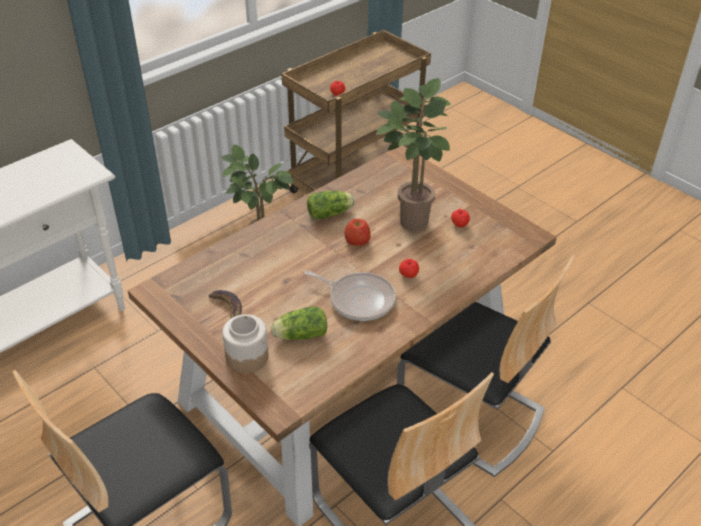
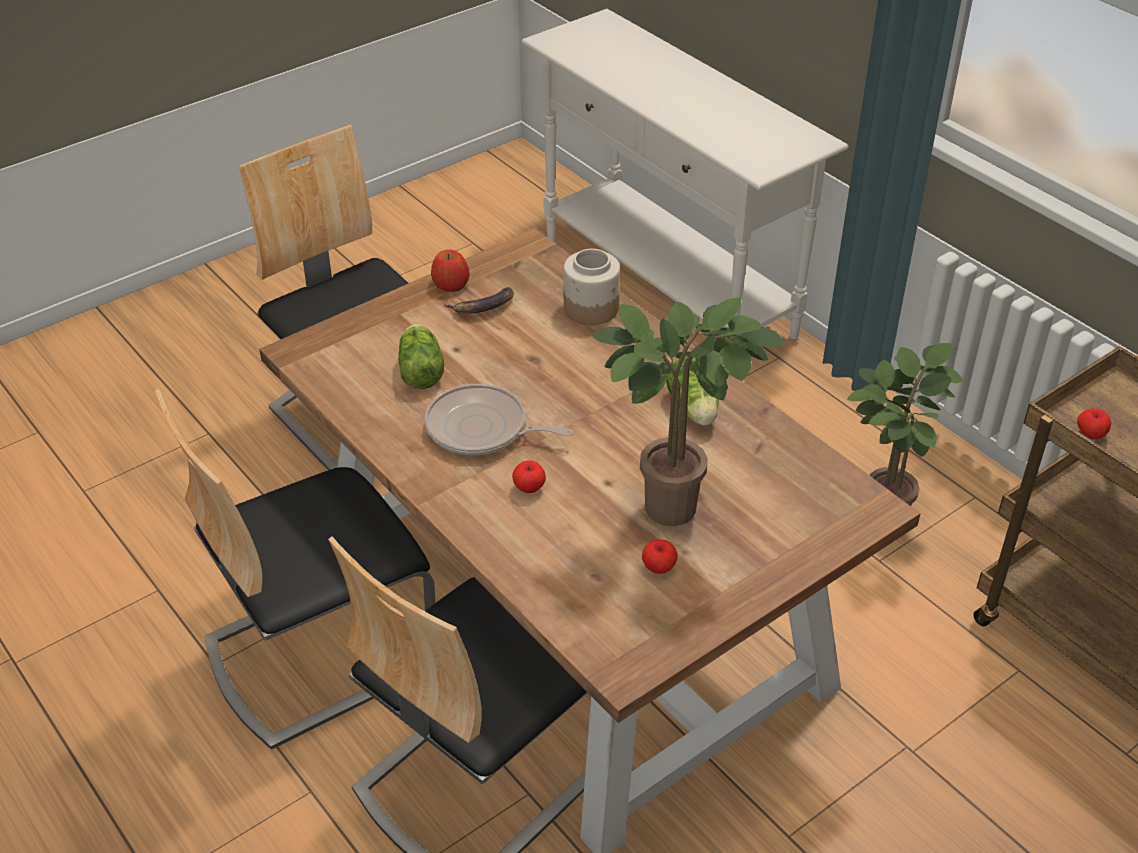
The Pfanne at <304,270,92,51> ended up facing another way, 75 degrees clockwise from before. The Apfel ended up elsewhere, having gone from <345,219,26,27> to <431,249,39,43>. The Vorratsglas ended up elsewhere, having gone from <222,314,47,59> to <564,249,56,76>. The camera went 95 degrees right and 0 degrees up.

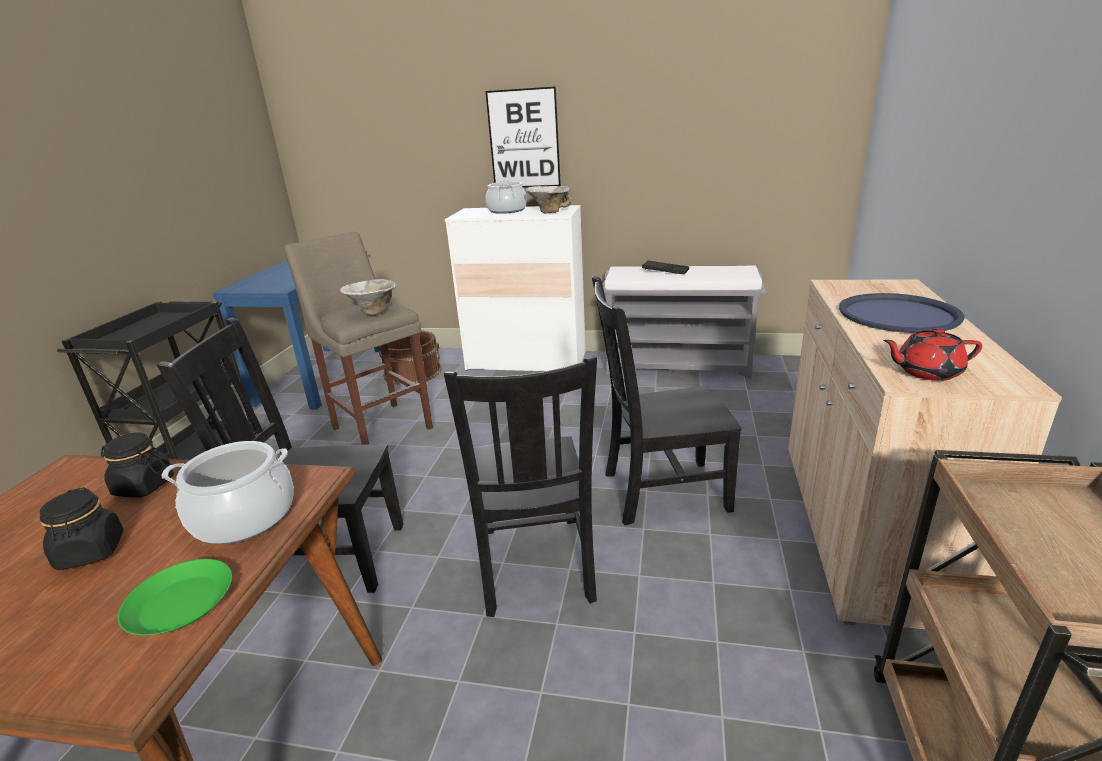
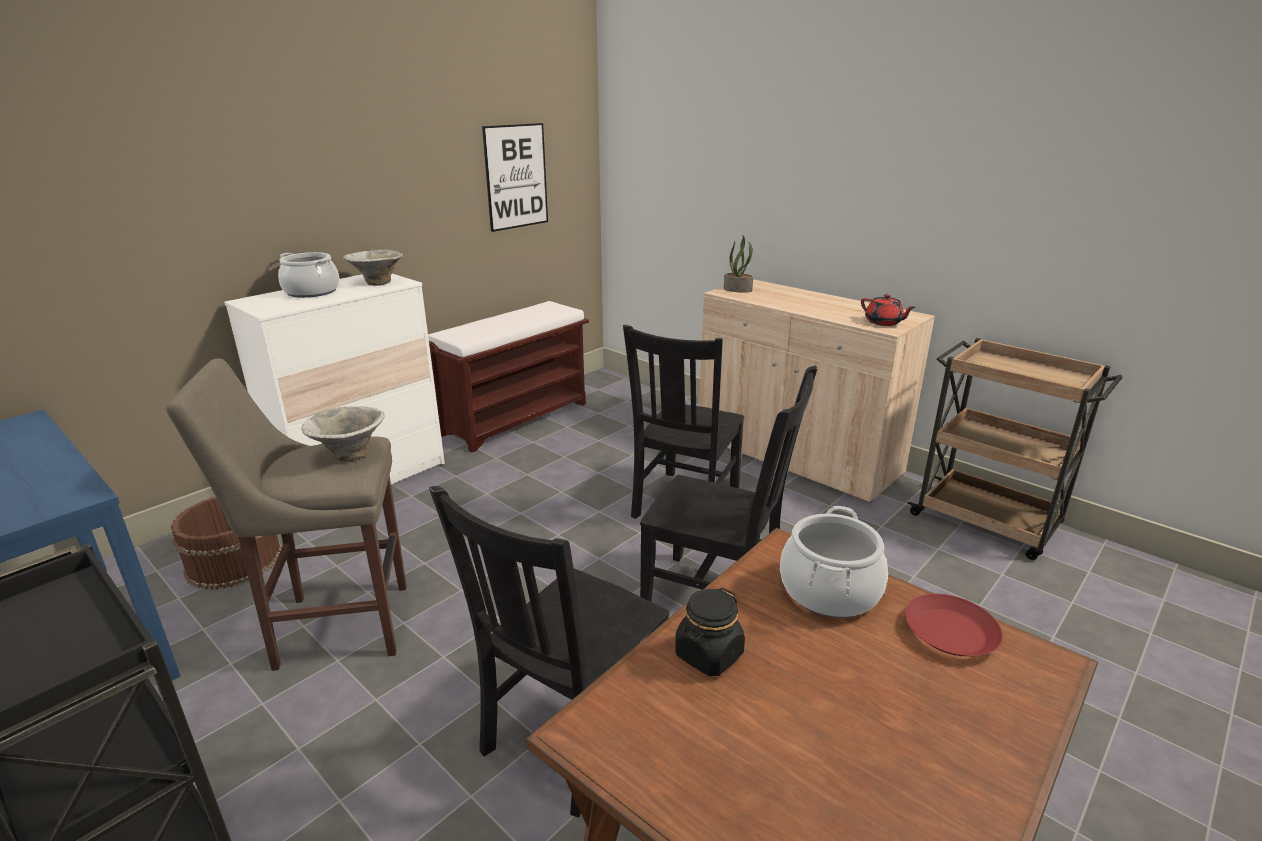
What was the Bank (grau) at <603,265,163,113> turned into the Bank (braun) at <428,301,161,151>. The Bild ended up elsewhere, having gone from <486,86,75,102> to <482,123,66,109>. The second view gained the Topfpflanze at <724,235,29,58>. The Teekanne (rot) at <883,328,100,53> ended up facing another way, 75 degrees counterclockwise from before. What was the Teller (grün) at <117,559,115,76> turned into the Teller (rot) at <905,594,98,62>. The second view lost the Vorratsglas (schwarz) at <40,487,83,83>. The second view lost the Tablett (schwarz) at <642,260,47,14>. The second view lost the Tablett (blau) at <839,293,126,40>. The camera went 60 degrees left and 0 degrees up.

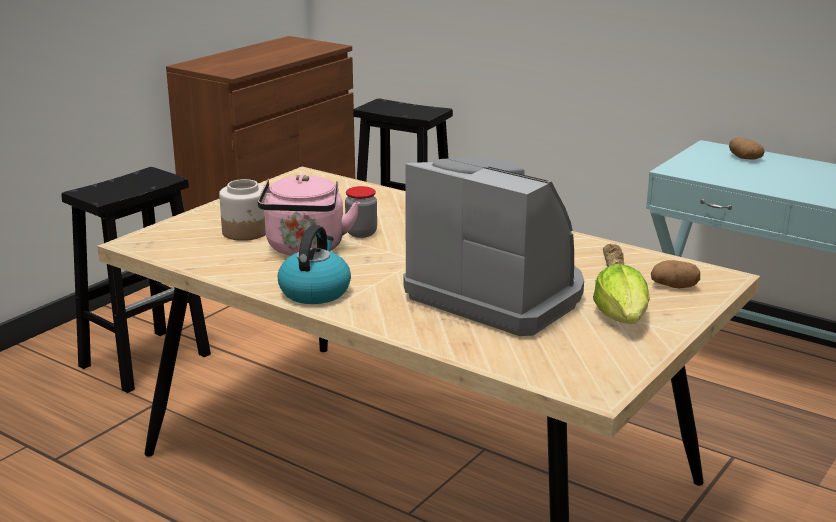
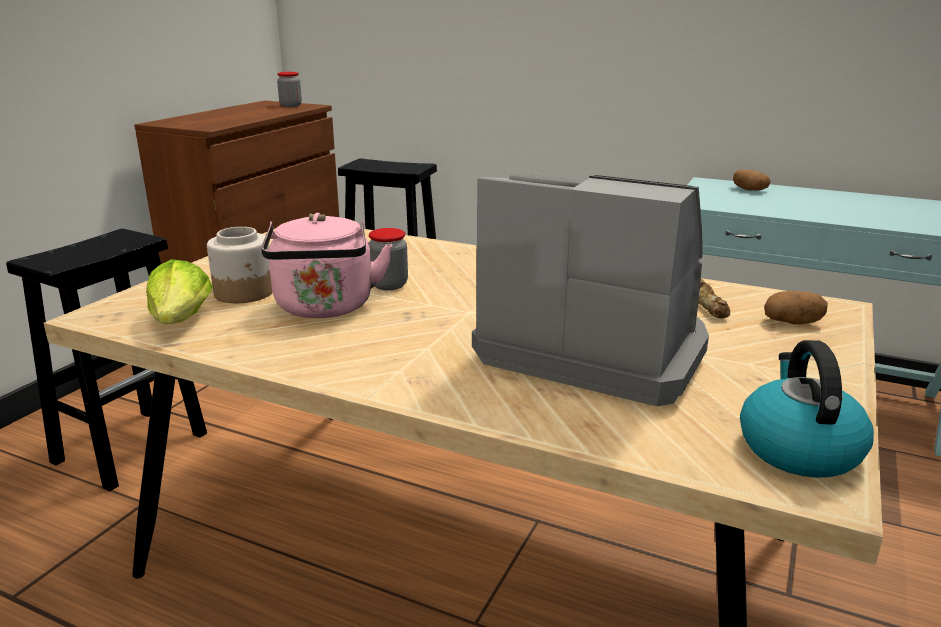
The Salatkopf ended up elsewhere, having gone from <593,264,57,60> to <146,259,67,65>. The second view gained the Vorratsglas at <277,72,25,35>. The Wasserkessel ended up elsewhere, having gone from <278,225,73,79> to <740,340,134,138>. The camera went 10 degrees left and 0 degrees up.

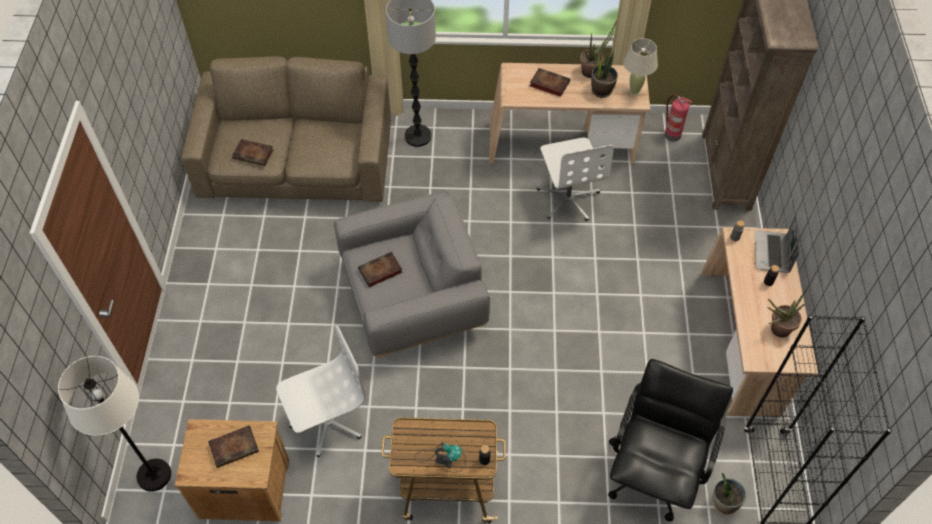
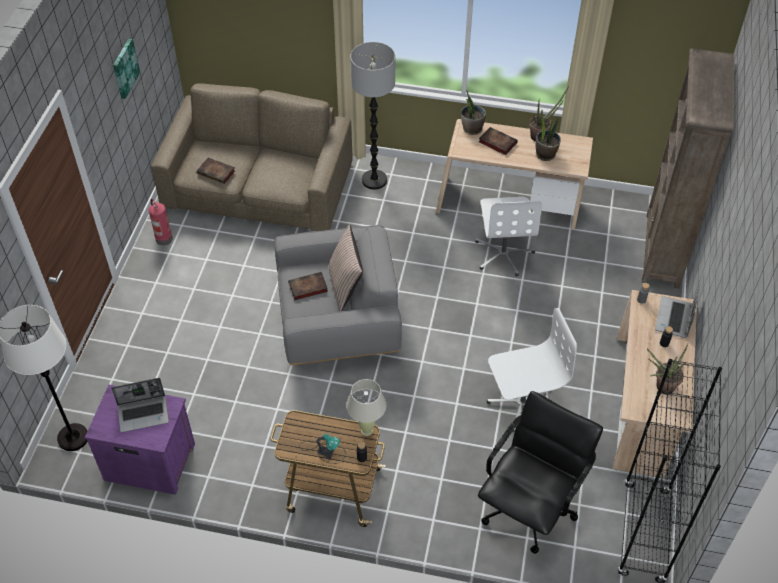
What was the Nachttisch (braun) at <175,419,114,102> turned into the Nachttisch (lila) at <85,385,110,110>. Where the Buch stood at <208,425,51,43>, the Laptop came to stand at <111,378,58,55>. The second view gained the Bild at <113,39,27,60>. The Feuerlöscher ended up elsewhere, having gone from <664,95,28,47> to <149,199,24,46>. The second view gained the Kissen at <329,224,34,88>. The Tischlampe (beige) ended up elsewhere, having gone from <623,38,35,58> to <346,379,40,57>. The Topfpflanze ended up elsewhere, having gone from <713,473,33,42> to <461,90,25,45>. The Bürostuhl (weiß) ended up elsewhere, having gone from <276,326,90,131> to <487,308,90,124>. The camera went 10 degrees right and 5 degrees down.

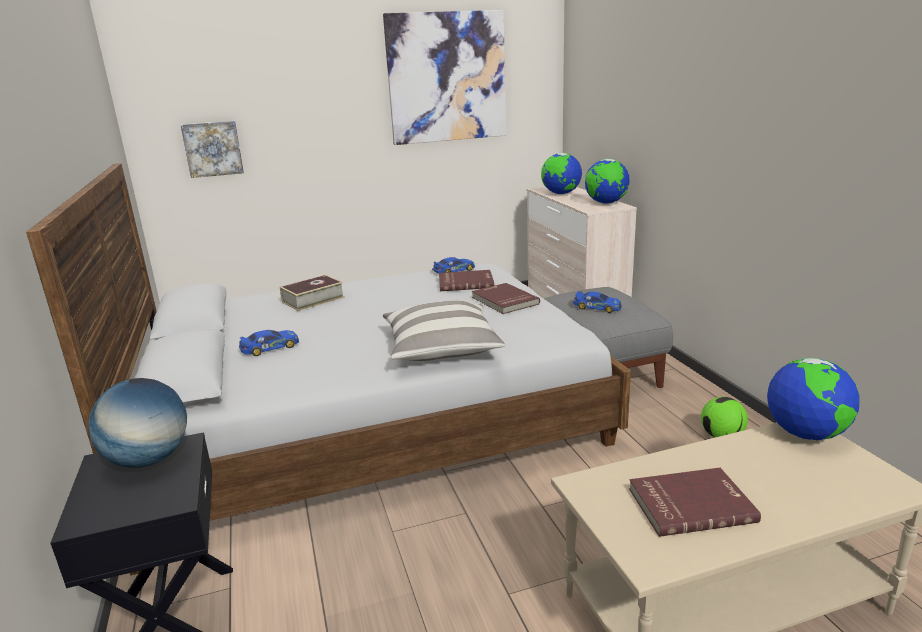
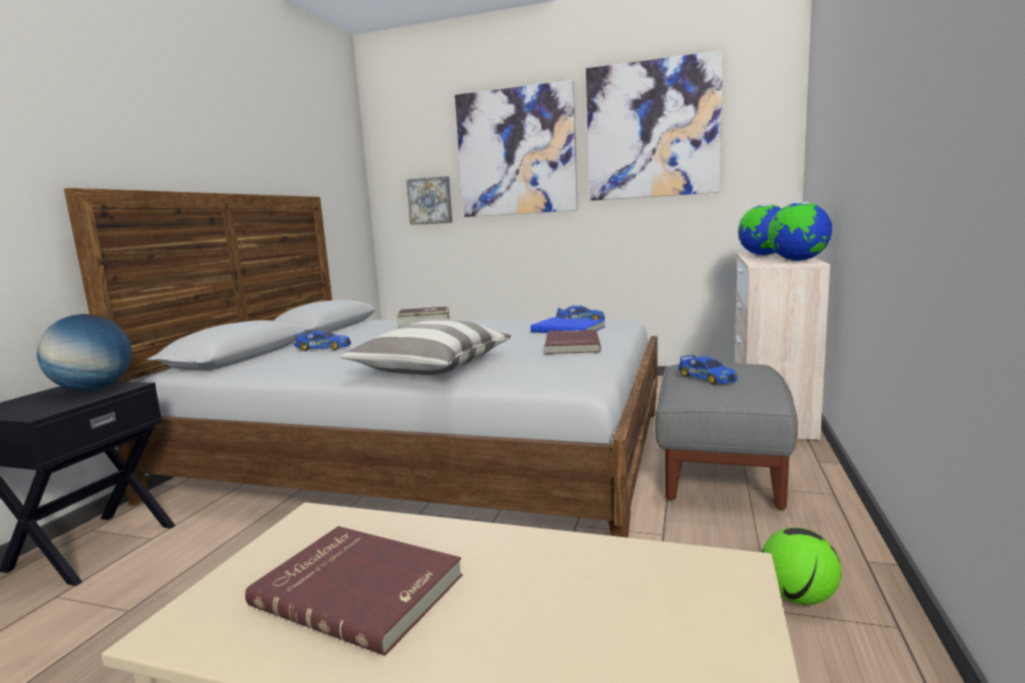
The second view gained the Bild at <455,80,123,137>. What was the Buch (rot) at <439,270,55,21> turned into the Buch (blau) at <531,317,74,16>. The second view lost the Globus at <767,358,93,83>. The camera went 35 degrees right and 10 degrees down.

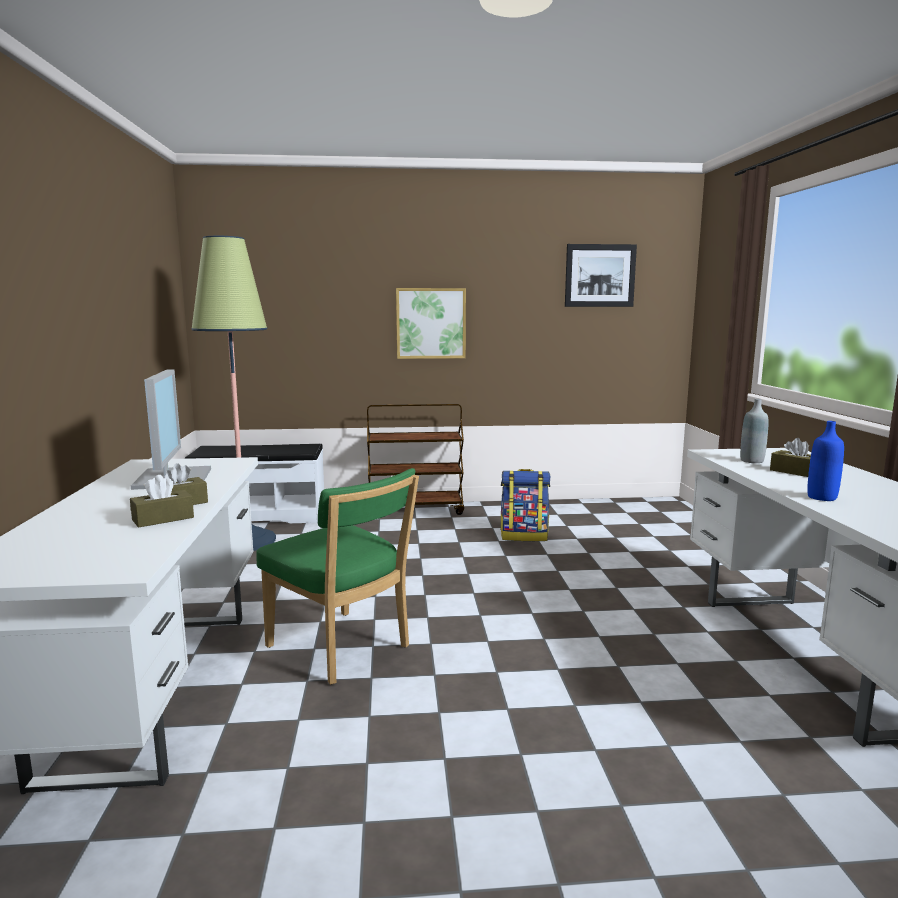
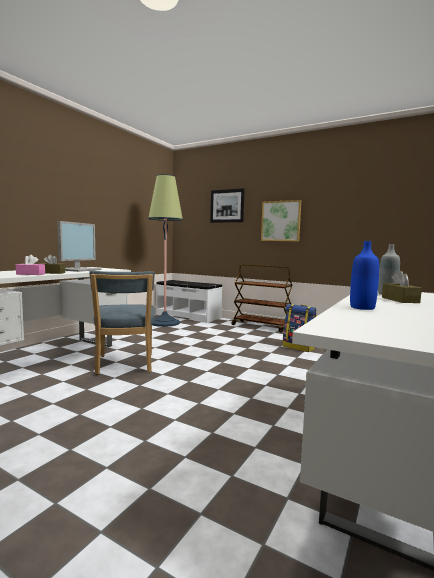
What was the Taschentuchbox (braun) at <130,475,64,53> turned into the Taschentuchbox (rosa) at <16,255,29,20>. What was the Stuhl (grün) at <256,468,163,217> turned into the Stuhl (blau) at <89,271,66,104>. The Bild ended up elsewhere, having gone from <565,244,72,63> to <210,188,35,35>. The camera went 35 degrees right and 5 degrees down.

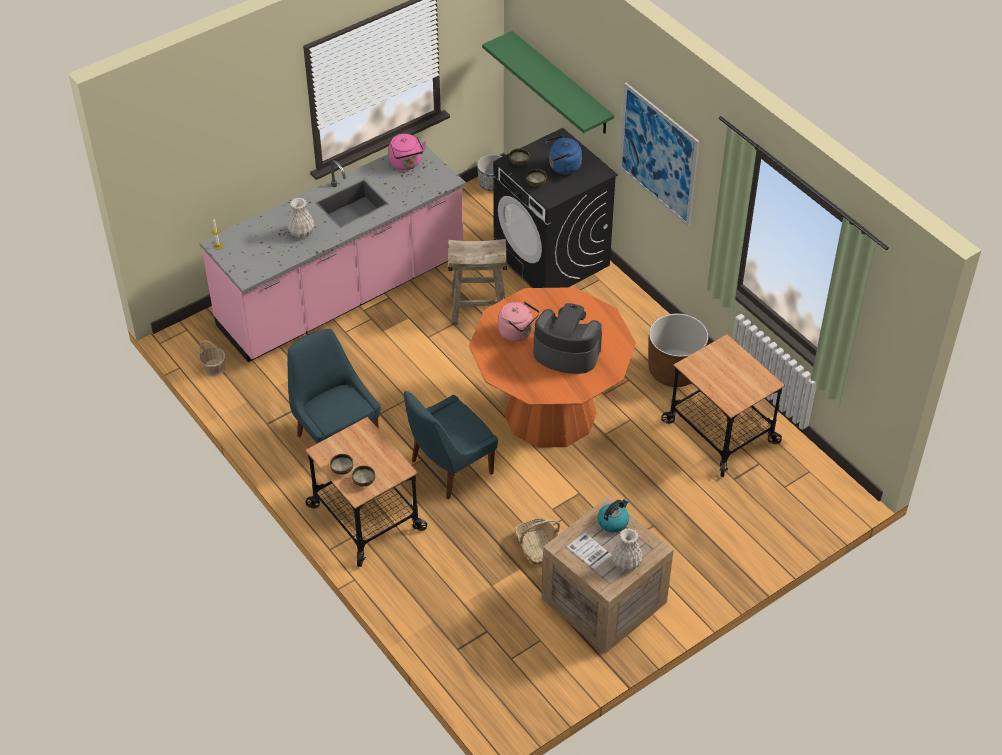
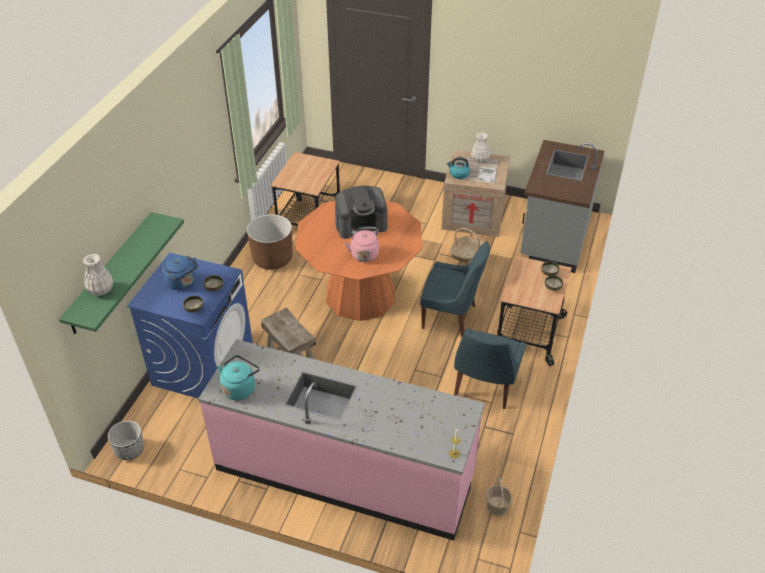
The Vase (weiß) ended up elsewhere, having gone from <287,198,27,40> to <83,254,30,42>. What was the Waschmaschine (schwarz) at <493,128,125,160> turned into the Waschmaschine (blau) at <127,253,126,145>. What was the Wasserkessel (rosa) at <389,134,37,36> turned into the Wasserkessel (türkis) at <218,355,42,45>. The Kaffeemaschine at <534,303,68,71> ended up facing another way, 90 degrees counterclockwise from before. The second view gained the Küchenzeile (grau) at <520,140,84,133>. The second view lost the Bild at <619,83,80,144>. The camera went 125 degrees left and 5 degrees down.

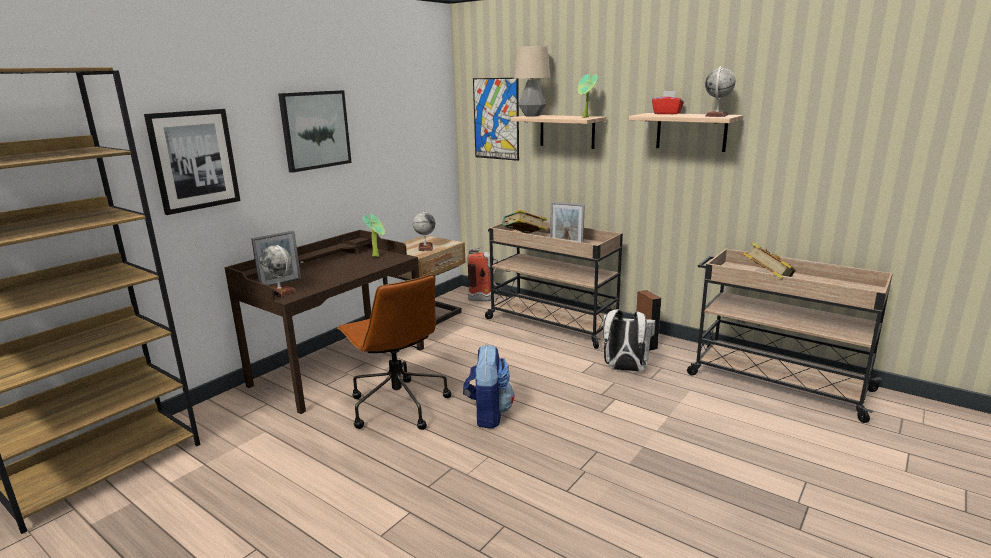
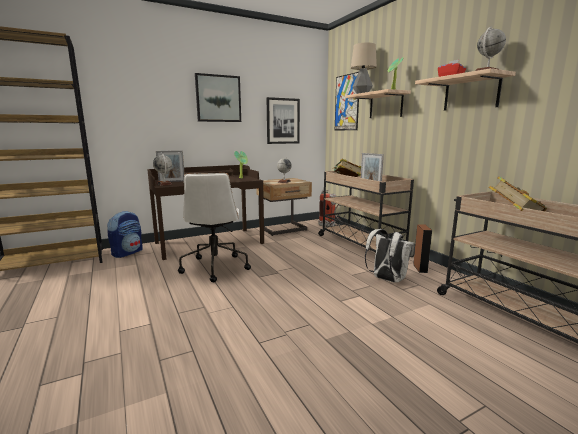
The Rucksack ended up elsewhere, having gone from <463,345,51,84> to <107,211,36,47>. What was the Bürostuhl (braun) at <337,274,114,156> turned into the Bürostuhl (weiß) at <178,173,73,109>. The Bild ended up elsewhere, having gone from <144,109,96,106> to <267,97,33,47>. The camera went 25 degrees right and 5 degrees down.

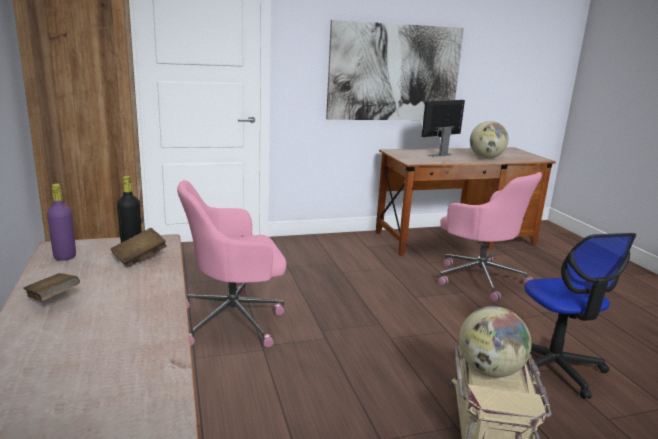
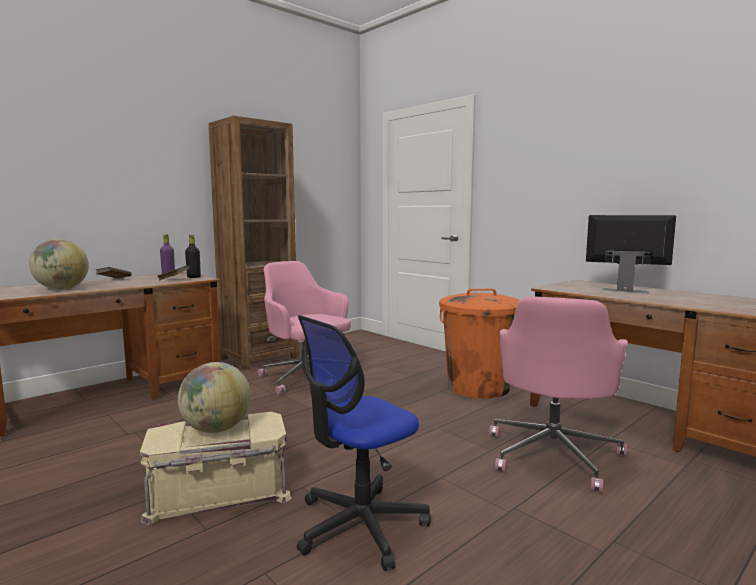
The Globus ended up elsewhere, having gone from <470,121,38,37> to <29,239,60,51>. The second view gained the Mülleimer (orange) at <439,289,81,110>. The second view lost the Bild at <326,20,138,100>. The camera went 65 degrees right and 10 degrees down.

